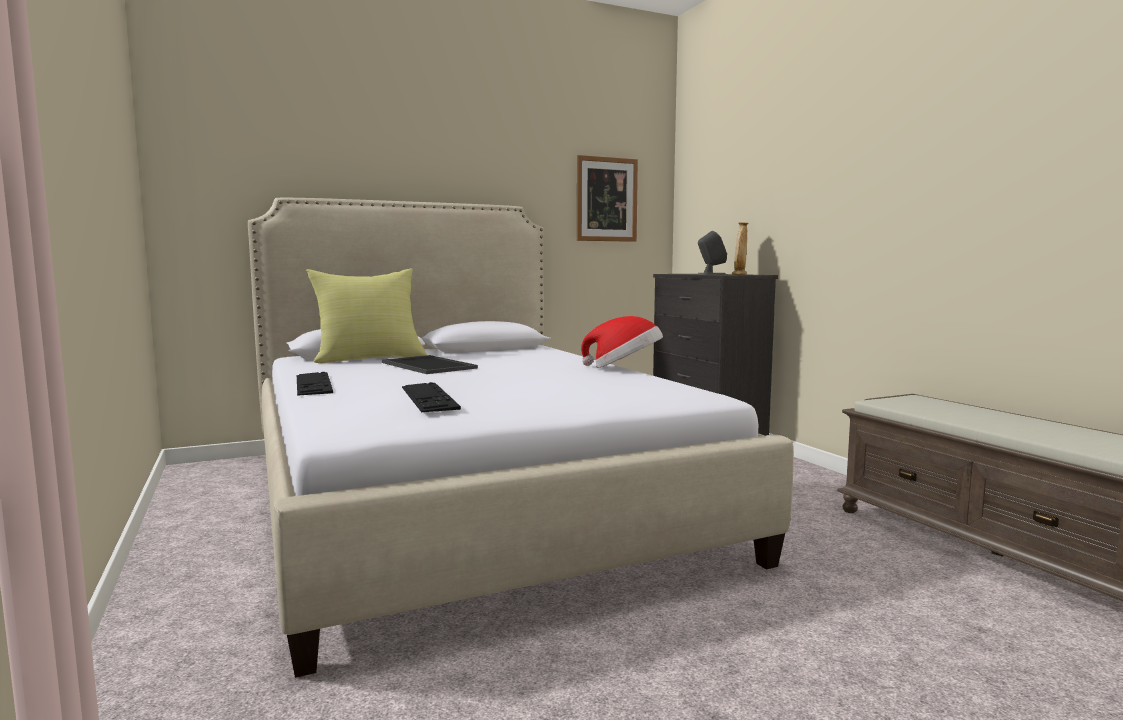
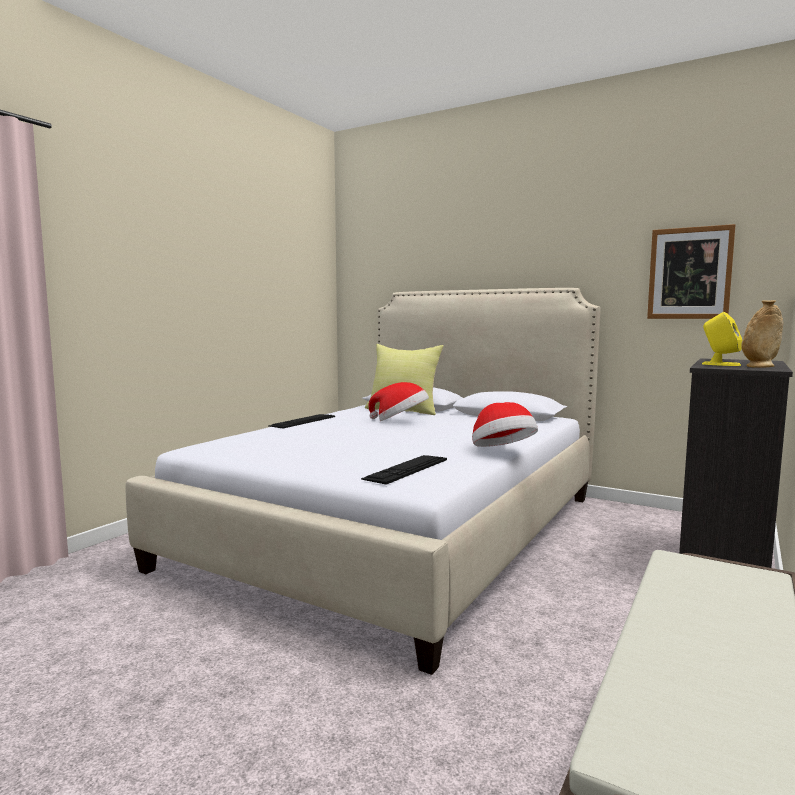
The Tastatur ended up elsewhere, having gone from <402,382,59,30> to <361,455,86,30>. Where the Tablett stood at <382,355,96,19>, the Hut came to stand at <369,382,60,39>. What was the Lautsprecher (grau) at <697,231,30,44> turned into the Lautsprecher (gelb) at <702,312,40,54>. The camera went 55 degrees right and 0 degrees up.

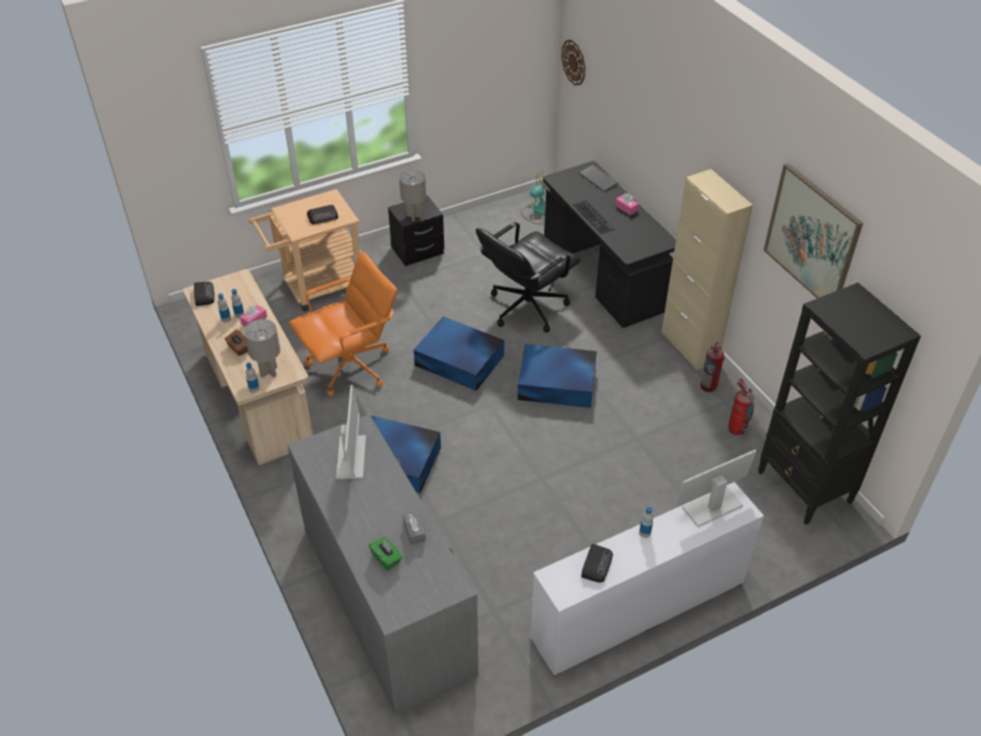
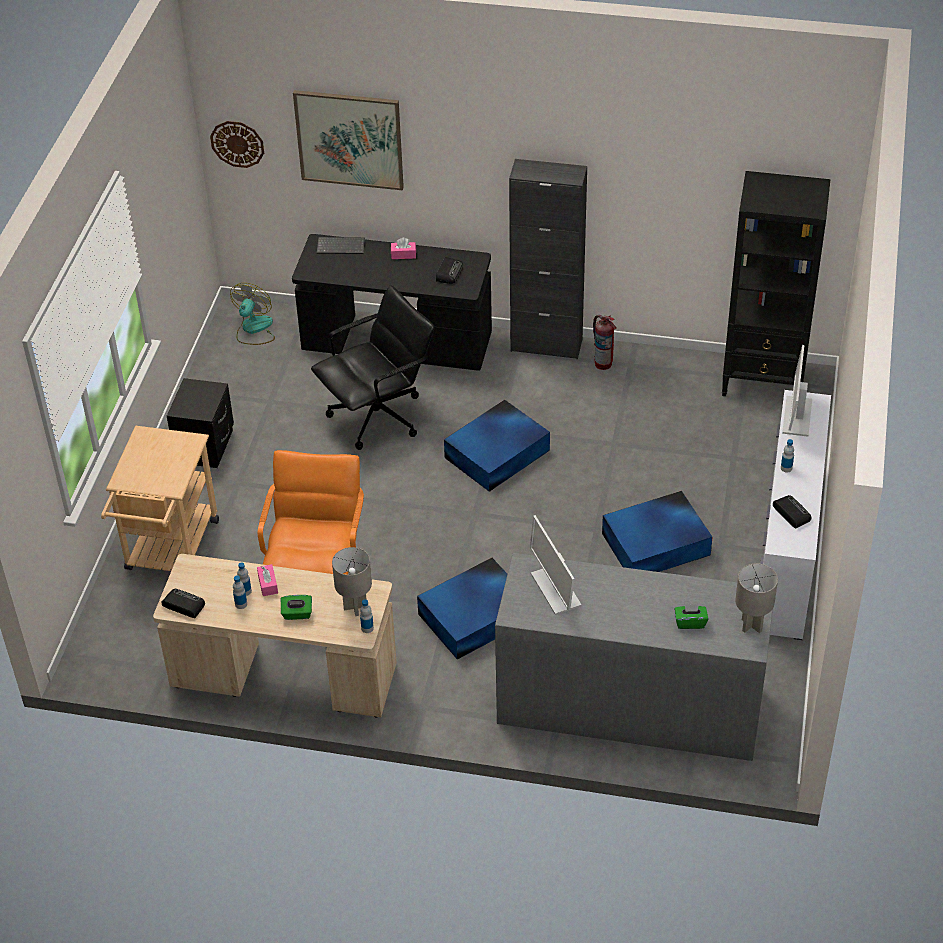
What was the Taschentuchbox (braun) at <225,329,23,27> turned into the Taschentuchbox (grün) at <281,595,31,25>. The Bild ended up elsewhere, having gone from <764,163,99,135> to <293,90,111,100>. The Bürostuhl (schwarz) at <476,222,105,110> ended up facing another way, 120 degrees counterclockwise from before. The Radio ended up elsewhere, having gone from <307,205,31,19> to <436,257,27,27>. What was the Schrank (beige) at <661,169,92,201> turned into the Schrank (schwarz) at <509,159,78,200>. The Monitor at <336,385,30,94> ended up facing another way, 150 degrees counterclockwise from before. The Aufbewahrungsbox (blau) ended up elsewhere, having gone from <414,317,90,74> to <602,491,110,81>. The Tischlampe (grau) ended up elsewhere, having gone from <399,170,27,51> to <735,563,43,70>. The second view lost the Taschentuchbox (grau) at <403,511,23,34>. The second view lost the Tastatur at <572,200,43,34>. The second view lost the Feuerlöscher at <728,378,26,57>. The camera went 50 degrees left and 0 degrees up.

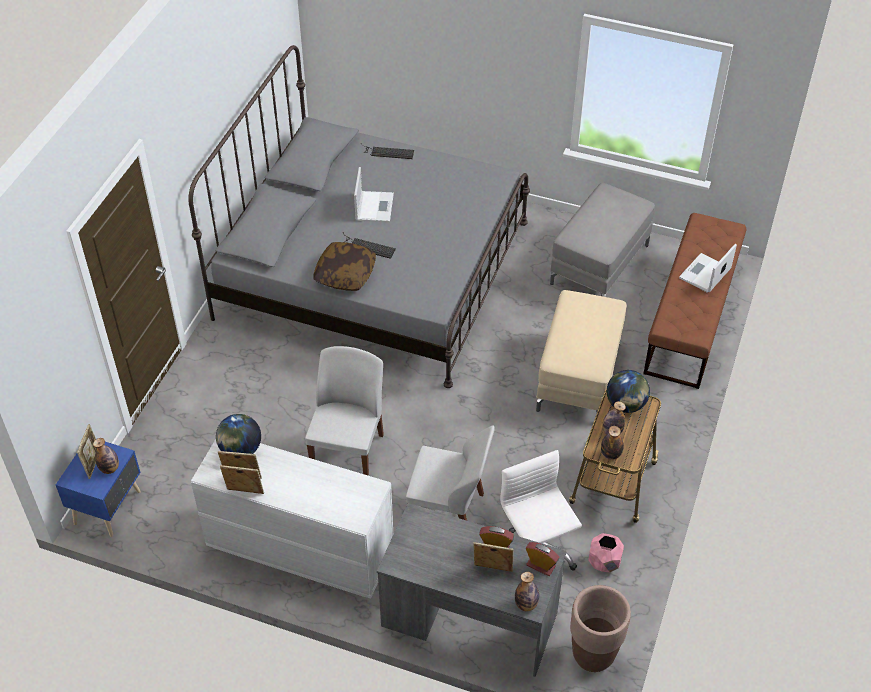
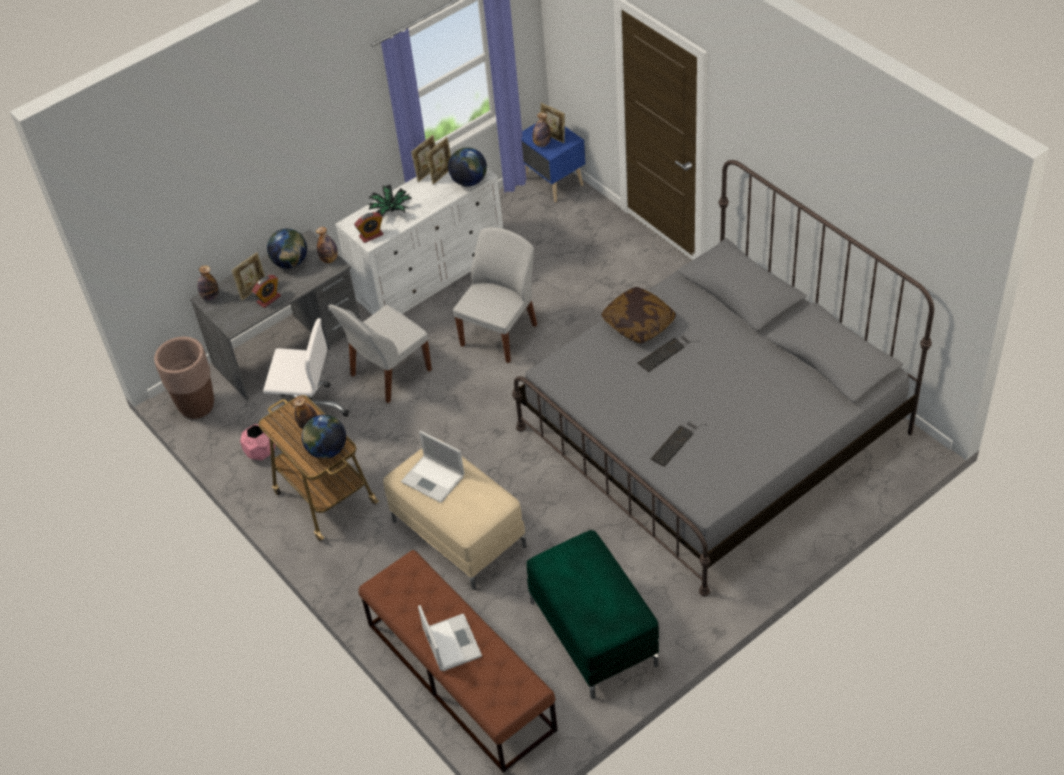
The second view gained the Globus at <267,229,40,39>. The Flasche ended up elsewhere, having gone from <601,426,23,34> to <316,227,22,36>. The Wecker ended up elsewhere, having gone from <526,542,33,34> to <354,212,29,31>. The second view gained the Topfpflanze at <368,184,44,32>. The Laptop ended up elsewhere, having gone from <354,167,40,55> to <401,431,64,72>. The Stuhl (weiß) at <305,346,79,130> ended up facing another way, 105 degrees counterclockwise from before. What was the Polsterhocker (grau) at <550,183,105,114> turned into the Polsterhocker (grün) at <526,530,133,169>. The Tastatur ended up elsewhere, having gone from <361,144,53,15> to <650,422,57,45>. The camera went 125 degrees right and 0 degrees up.

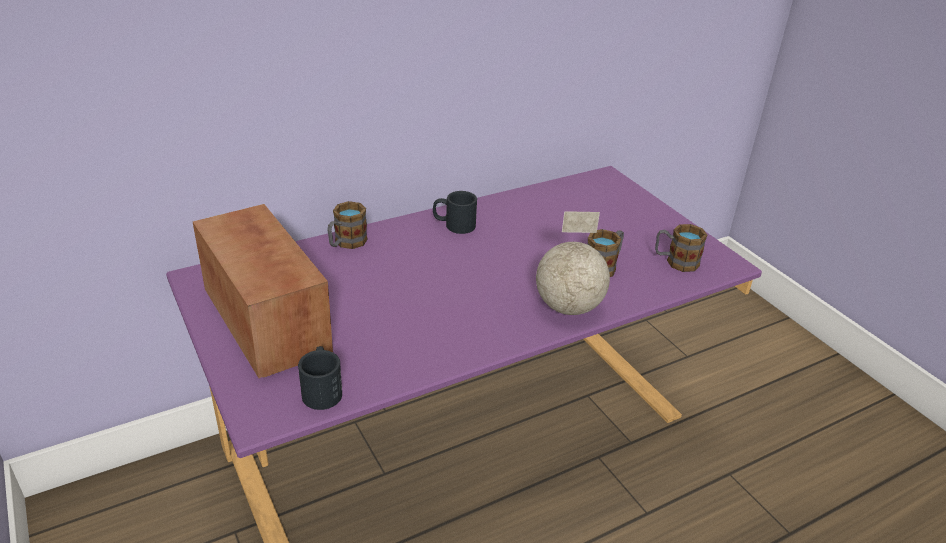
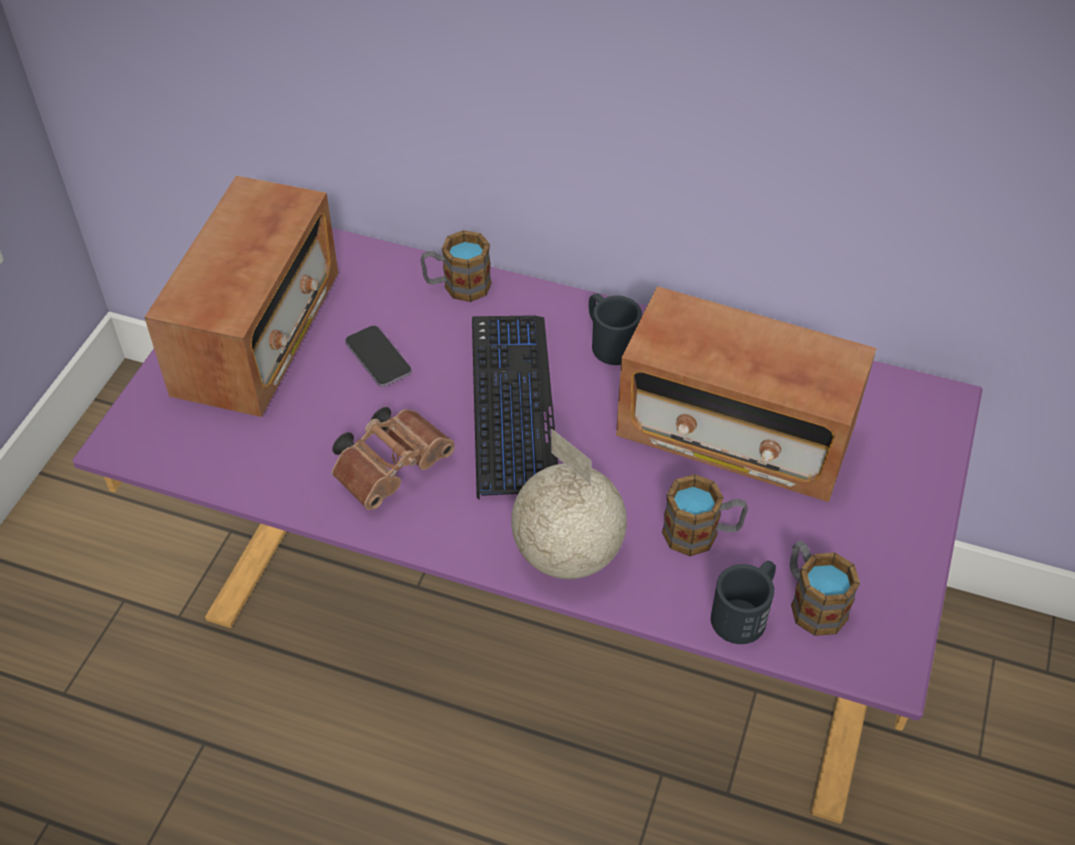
The second view gained the Fernglas (braun) at <332,407,123,103>. The second view gained the Handy at <345,325,67,62>. The second view gained the Tastatur at <472,316,86,184>. The second view gained the Radio at <616,286,261,216>. The Henkelbecher (schwarz) ended up elsewhere, having gone from <298,346,44,64> to <711,560,65,84>. The camera went 50 degrees right and 15 degrees up.

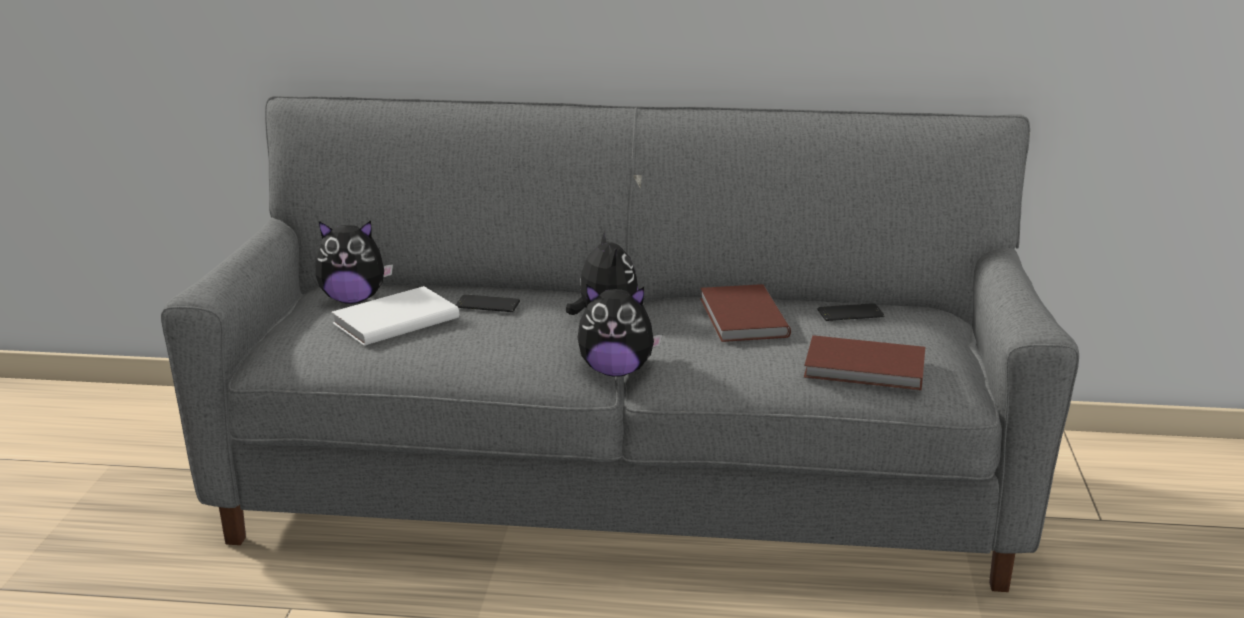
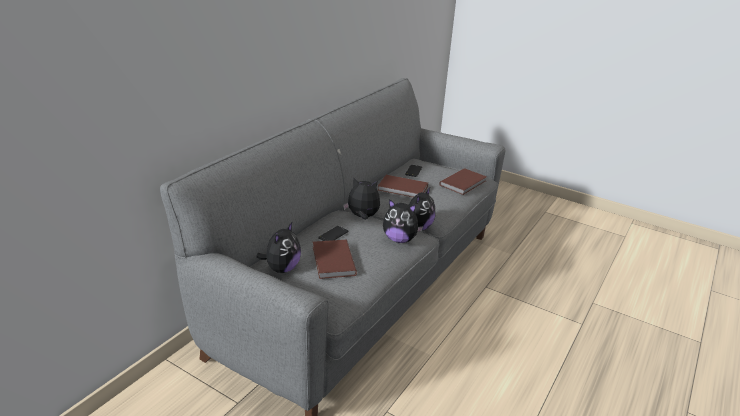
What was the Buch (weiß) at <332,286,127,60> turned into the Buch (braun) at <313,240,44,39>. The second view gained the Plüschtier at <383,199,40,44>. The camera went 65 degrees left and 5 degrees up.

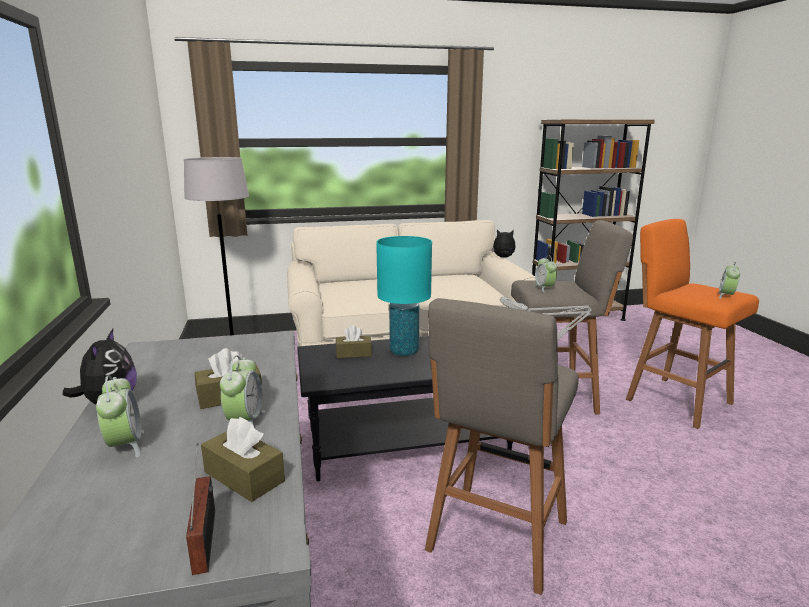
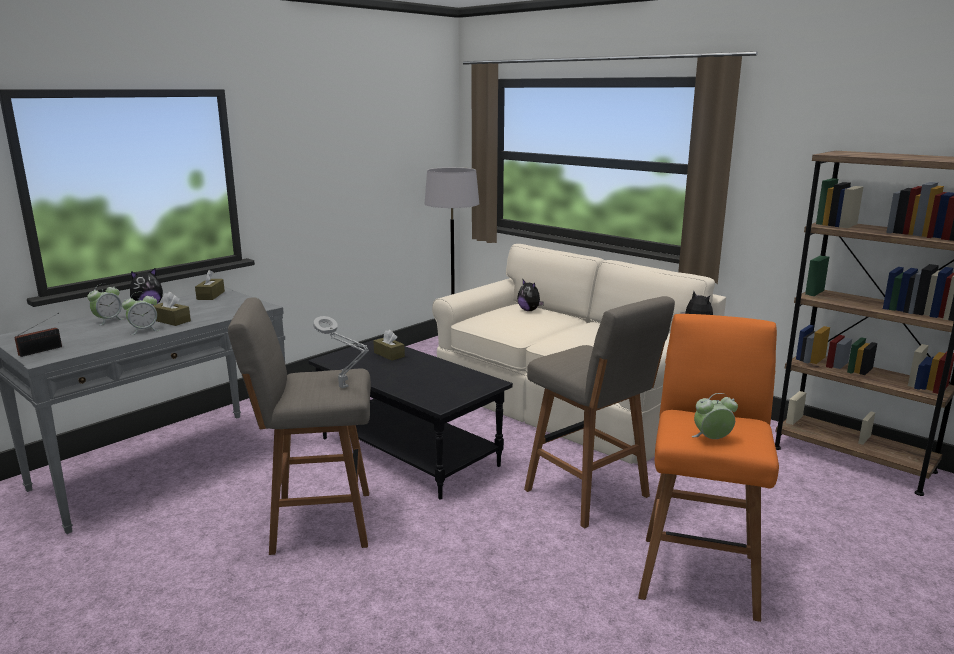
The Taschentuchbox (braun) ended up elsewhere, having gone from <201,417,84,85> to <195,270,30,30>. The second view gained the Plüschtier at <517,279,27,32>. The second view lost the Tischlampe (türkis) at <376,236,56,120>. The second view lost the Wecker at <534,255,23,38>. The camera went 55 degrees right and 0 degrees up.

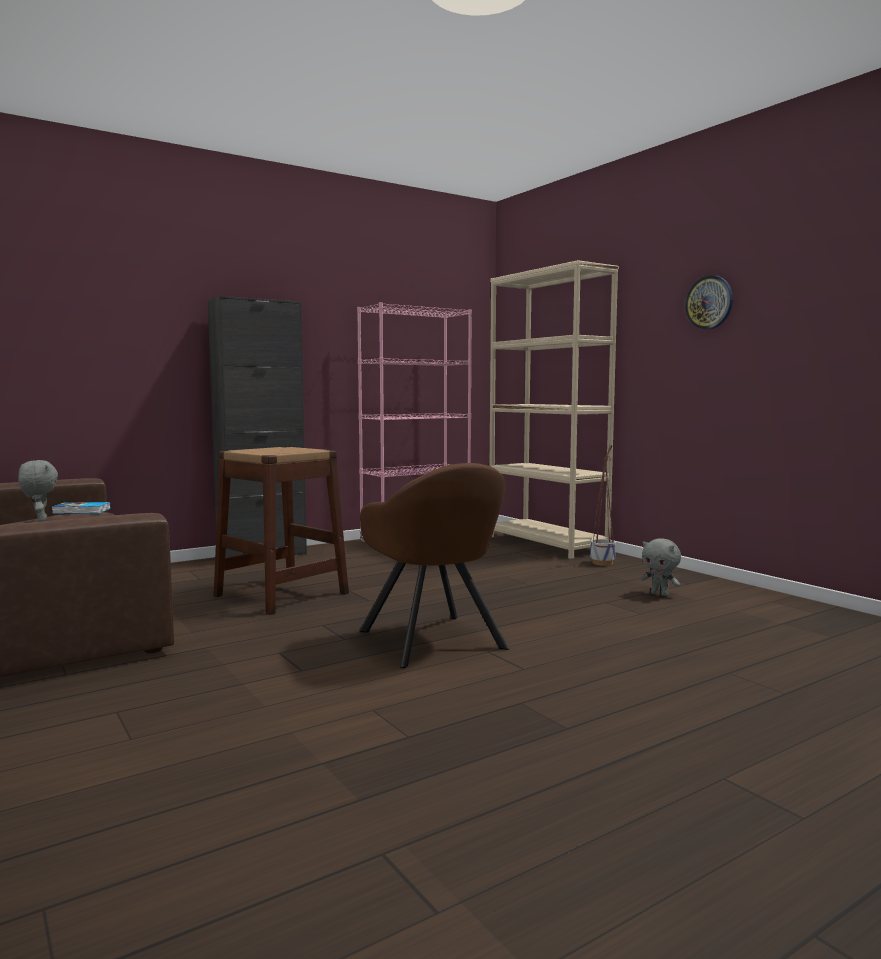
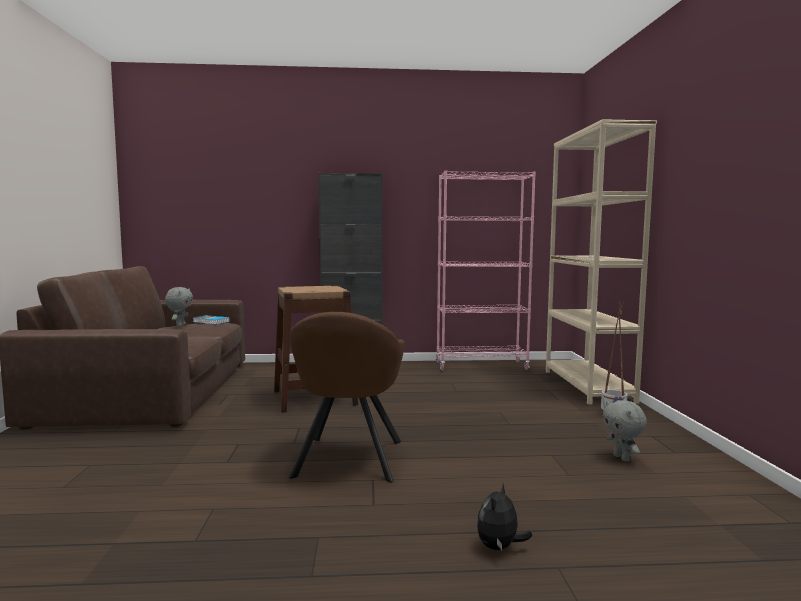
The second view gained the Plüschtier at <477,482,55,68>. The second view lost the Wanduhr at <685,275,48,55>. The camera went 30 degrees right and 0 degrees up.

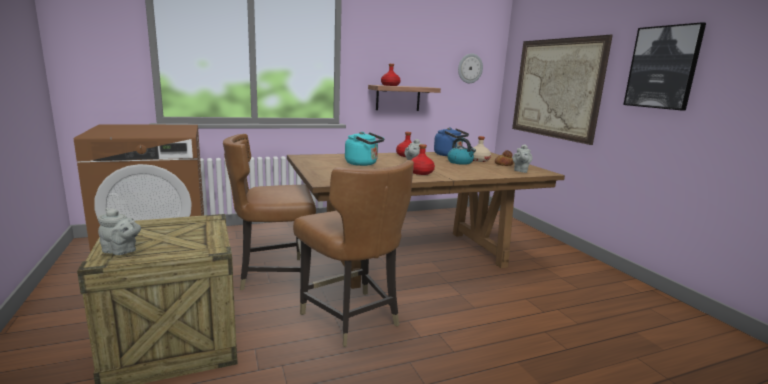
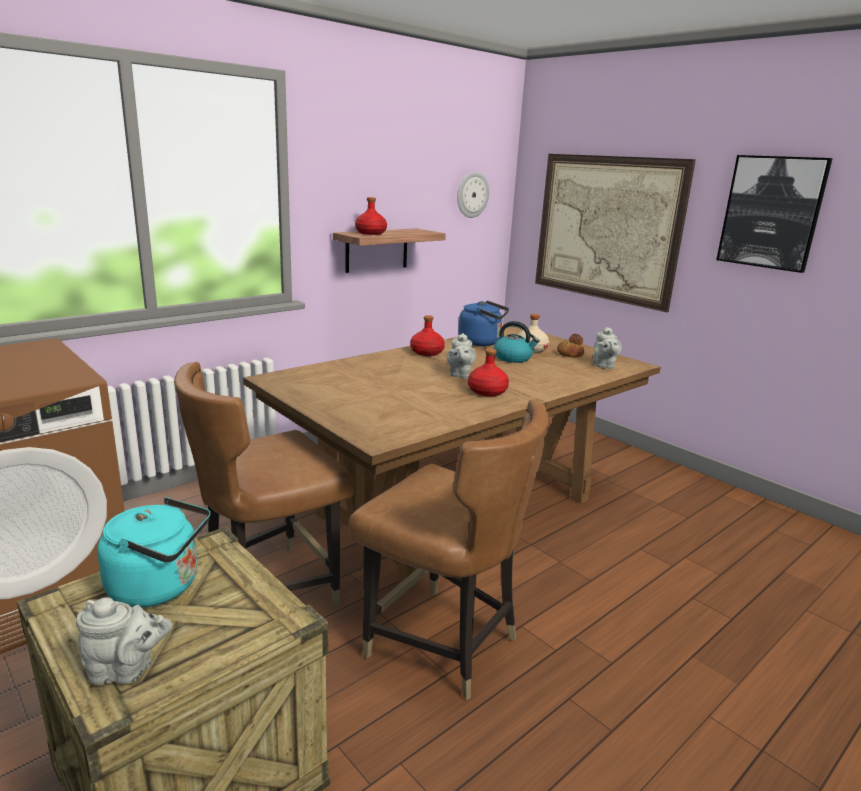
The Wasserkessel (türkis) ended up elsewhere, having gone from <345,132,40,34> to <97,497,113,110>. The camera went 20 degrees left and 5 degrees up.

